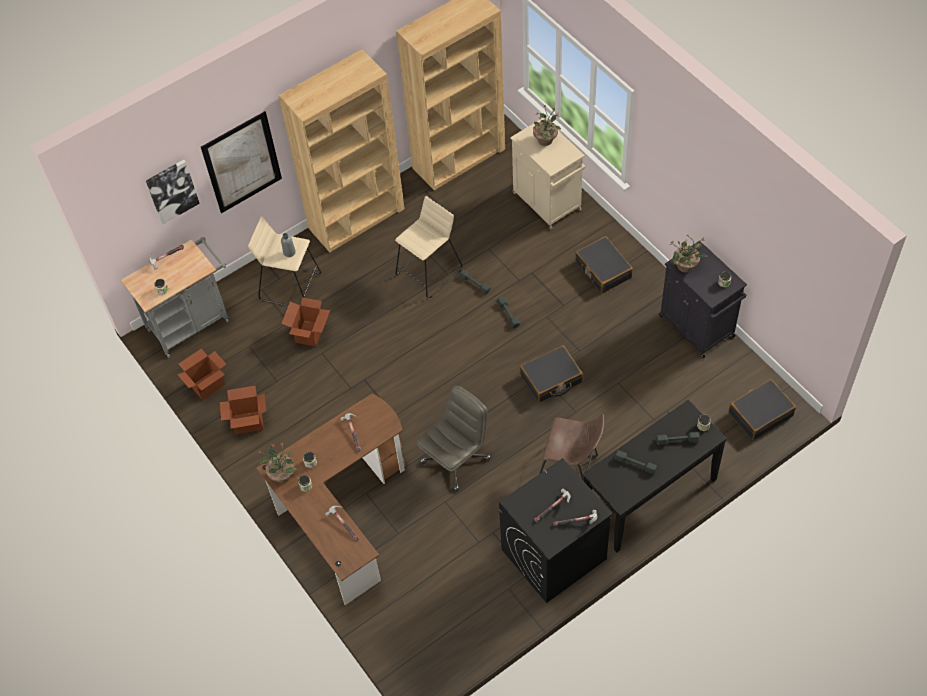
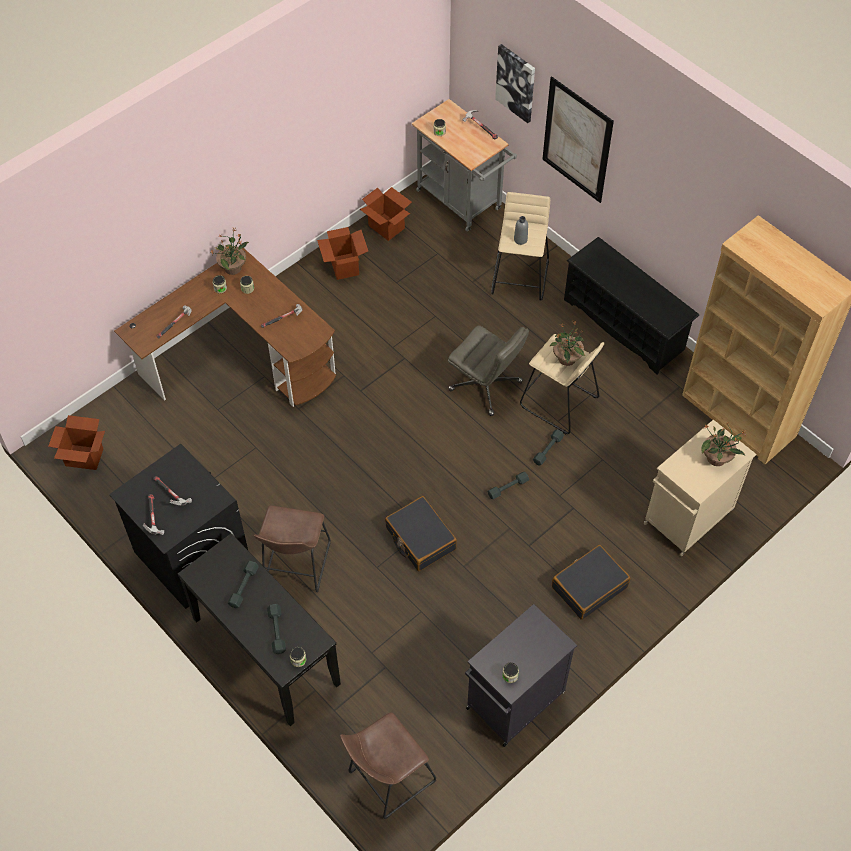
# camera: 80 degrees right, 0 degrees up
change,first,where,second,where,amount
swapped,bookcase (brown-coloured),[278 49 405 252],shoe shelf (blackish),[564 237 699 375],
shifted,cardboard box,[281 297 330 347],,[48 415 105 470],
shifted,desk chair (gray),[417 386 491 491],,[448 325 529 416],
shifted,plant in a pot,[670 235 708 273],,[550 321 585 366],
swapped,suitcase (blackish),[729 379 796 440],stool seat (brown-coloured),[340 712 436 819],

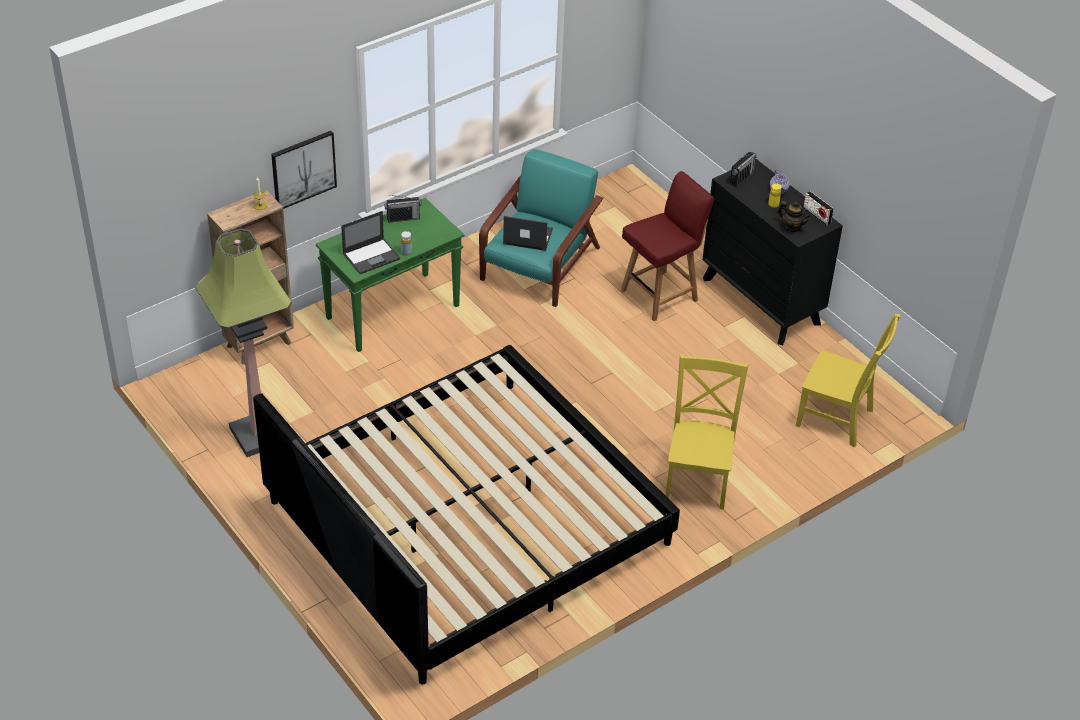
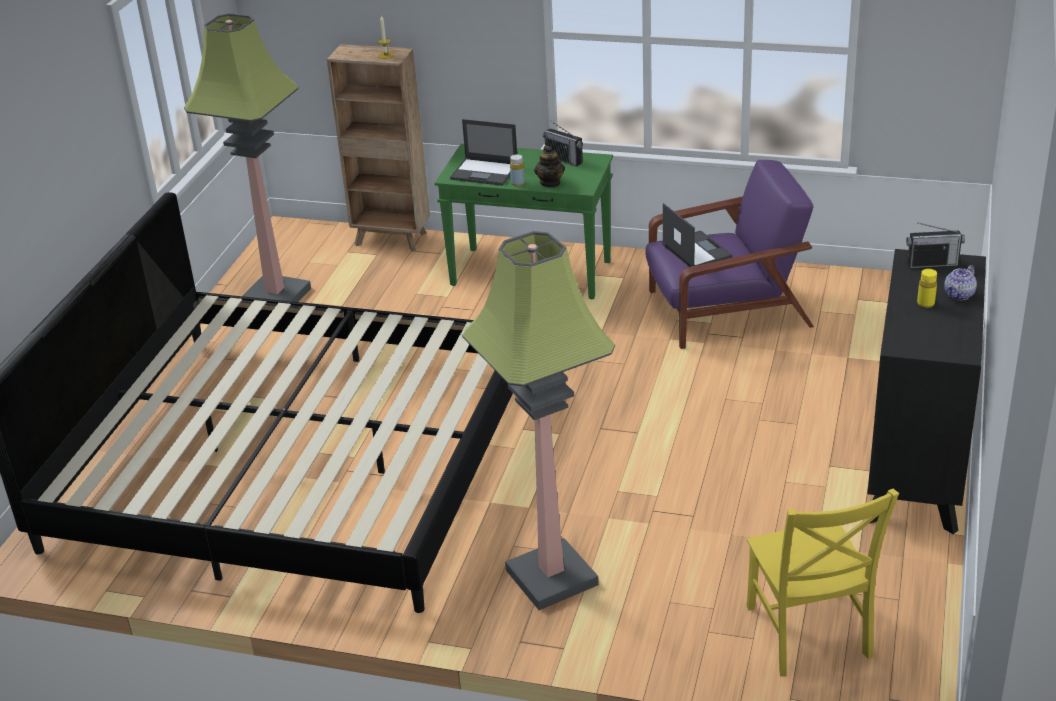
# camera: 55 degrees right, 10 degrees down
change,first,where,second,where,amount
gone,wall art,[271 131 337 209],,,
repainted,armchair (turquoise-coloured),[479 149 603 307],armchair (purplish),[645 159 814 349],
gone,chair (red),[621 171 715 321],,,
swapped,chair (yellow-coloured),[665 354 749 510],standing lamp,[462 231 615 610],
shifted,teapot,[777 201 811 232],,[534 145 565 187],
gone,radio,[803 191 834 226],,,

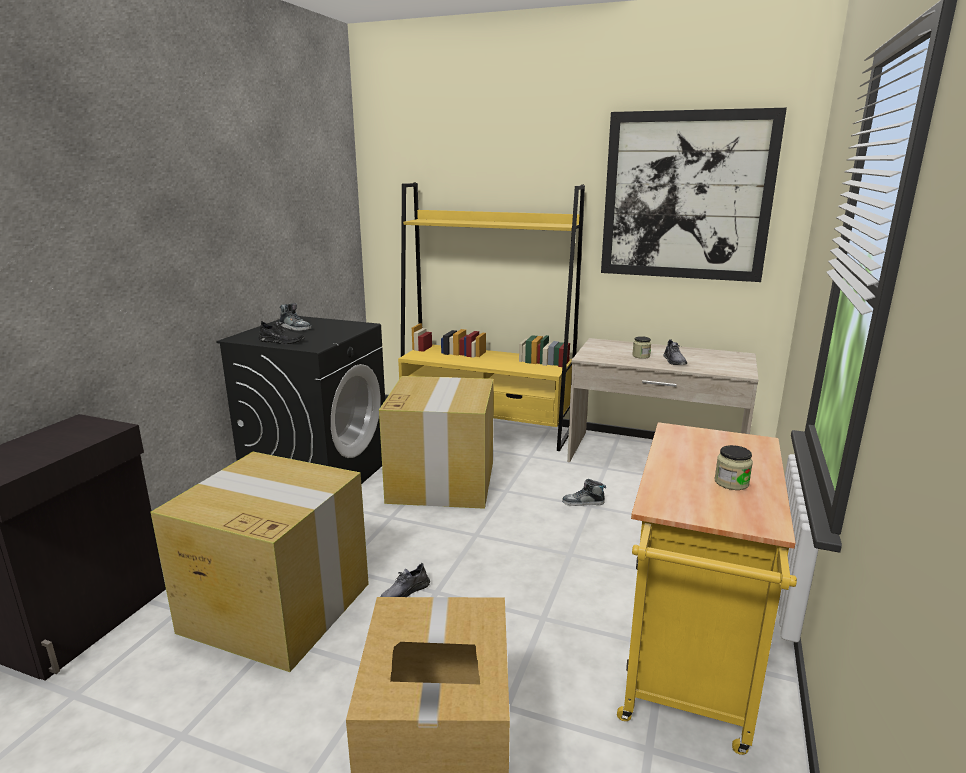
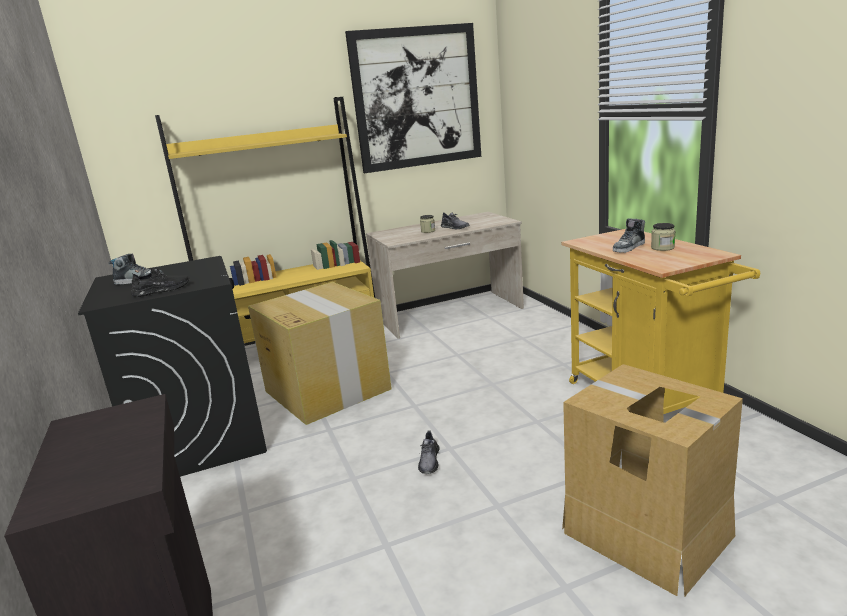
# camera: 40 degrees left, 0 degrees up
change,first,where,second,where,amount
gone,cardboard box,[151 452 369 672],,,
shifted,low shoe,[562 479 606 506],,[613 218 645 253],

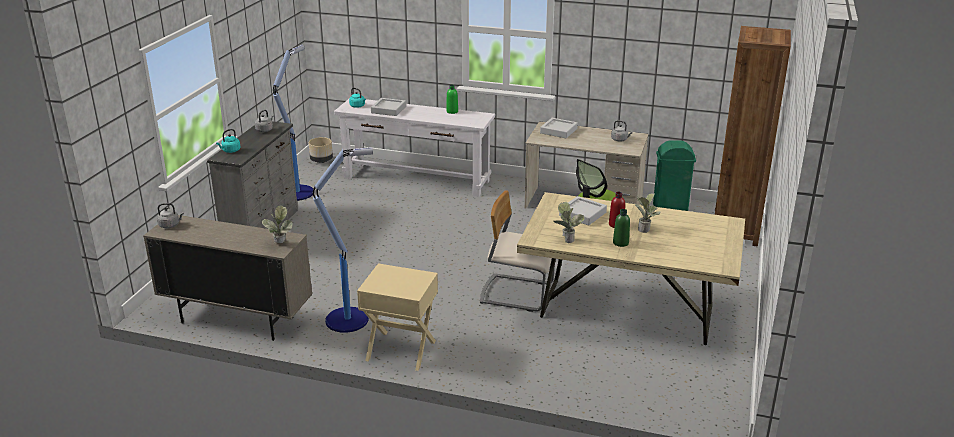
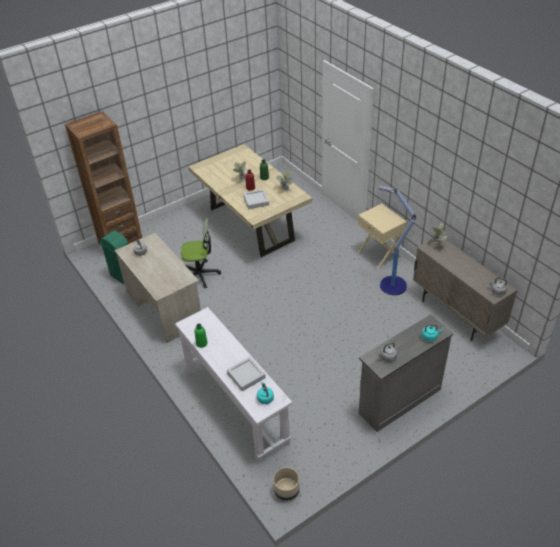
# camera: 140 degrees left, 15 degrees up
change,first,where,second,where,amount
gone,standing lamp,[273 45 313 201],,,
gone,chair (beige-coloured),[480 190 555 312],,,
gone,serving tray (gray),[540 118 578 138],,,

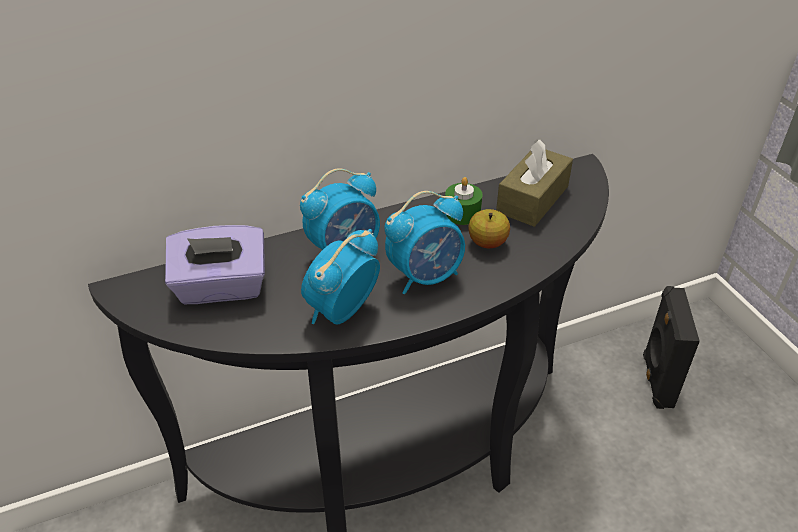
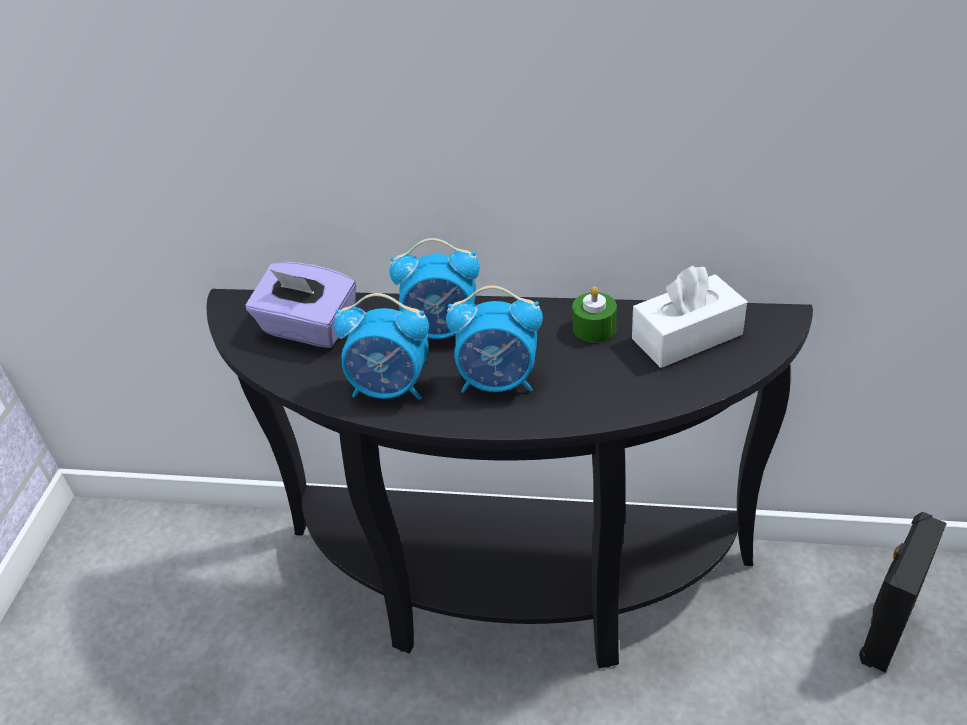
# camera: 35 degrees right, 0 degrees up
change,first,where,second,where,amount
rotated,alarm clock,[301 229 380 325],,[334 293 429 400],150 degrees counterclockwise
gone,apple fruit,[469 209 510 248],,,
repainted,box of tissues (brown-coloured),[496 139 573 227],box of tissues (white-coloured),[632 266 747 368],

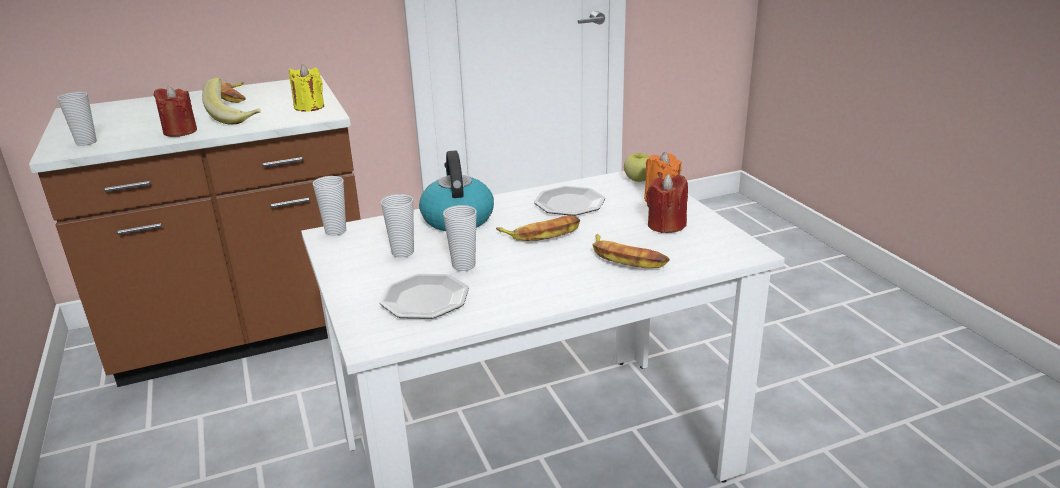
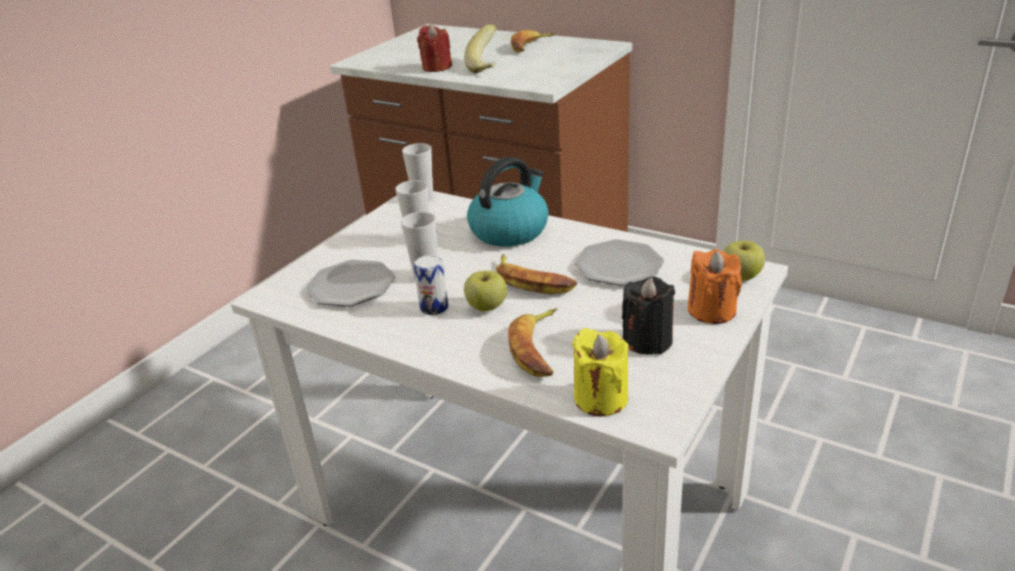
# camera: 55 degrees right, 5 degrees up
change,first,where,second,where,amount
gone,drinking cup,[57 92 97 146],,,
shifted,wax candle (yellow-coloured),[289 64 324 112],,[572 328 629 417],
repainted,wax candle (red),[646 174 688 233],wax candle (blackish),[622 277 675 355],
new,,,metal can,[414 255 448 315],
new,,,apple fruit,[464 270 507 311],

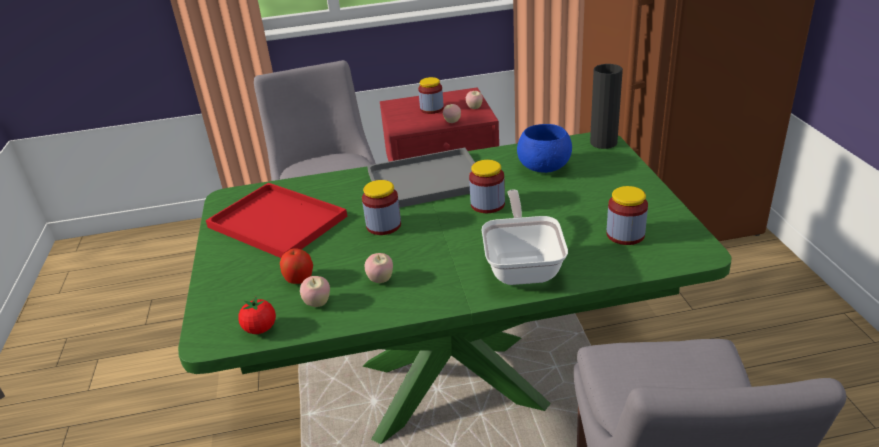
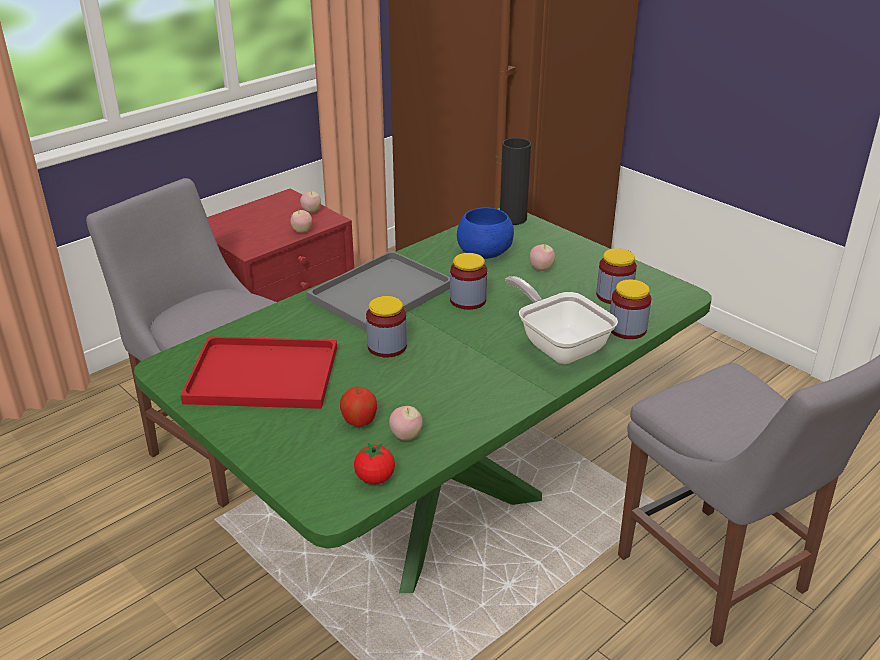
# camera: 35 degrees left, 0 degrees up
change,first,where,second,where,amount
shifted,apple fruit,[365 253 393 283],,[530 244 555 271],
shifted,jar,[418 77 444 114],,[610 280 651 339],

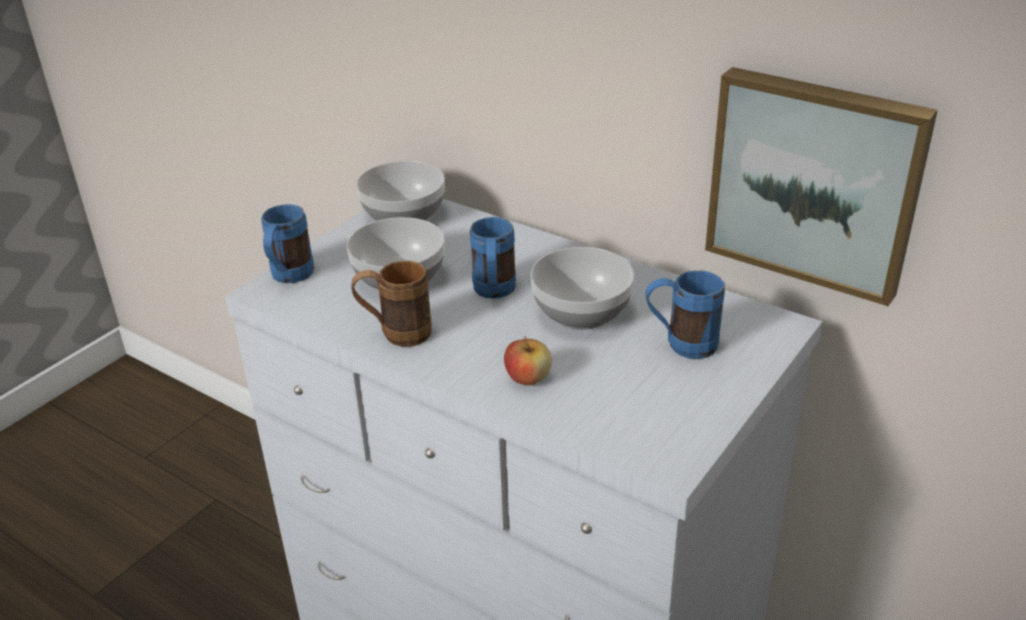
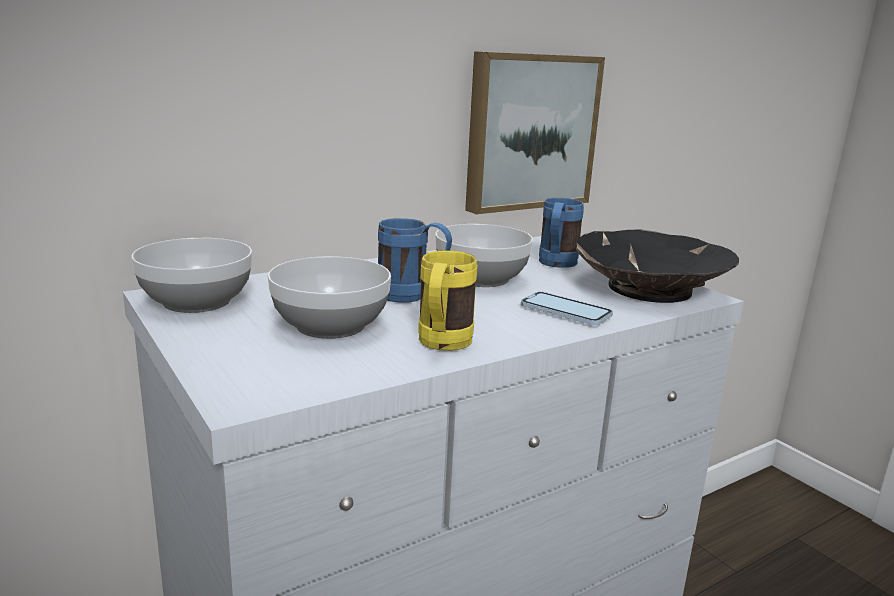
# camera: 70 degrees left, 15 degrees down
change,first,where,second,where,amount
gone,mug (bluish),[261 204 314 283],,,
repainted,mug (brown-coloured),[351 261 432 347],mug (yellow-coloured),[418 250 478 351],
swapped,apple fruit,[504 336 552 385],handset,[521 292 613 325],
new,,,serving bowl (blackish),[576 229 739 303],

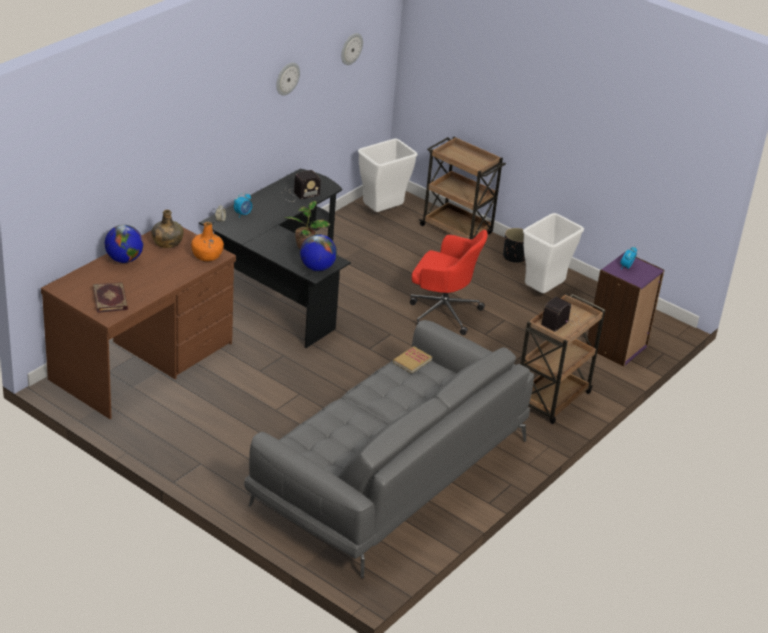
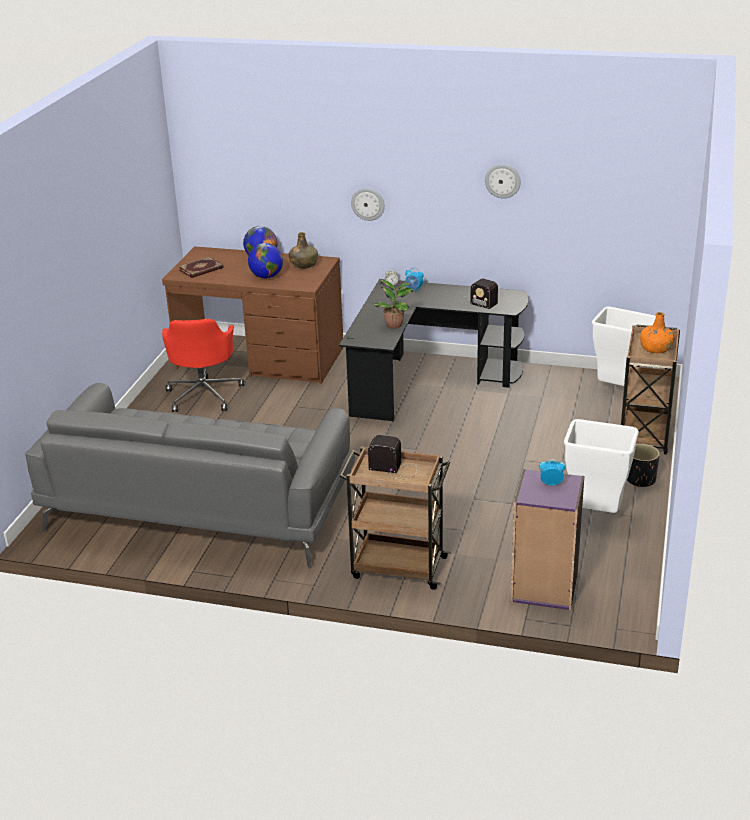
# camera: 70 degrees right, 5 degrees down
change,first,where,second,where,amount
shifted,bottle (orangey),[191 222 224 261],,[640 312 675 353],
shifted,globe,[300 234 337 271],,[248 243 283 278],
shifted,clock on the wall,[341 33 363 65],,[351 188 385 221],
gone,volume,[393 346 432 374],,,
shifted,desk chair (red),[410 230 488 335],,[162 319 244 412],

